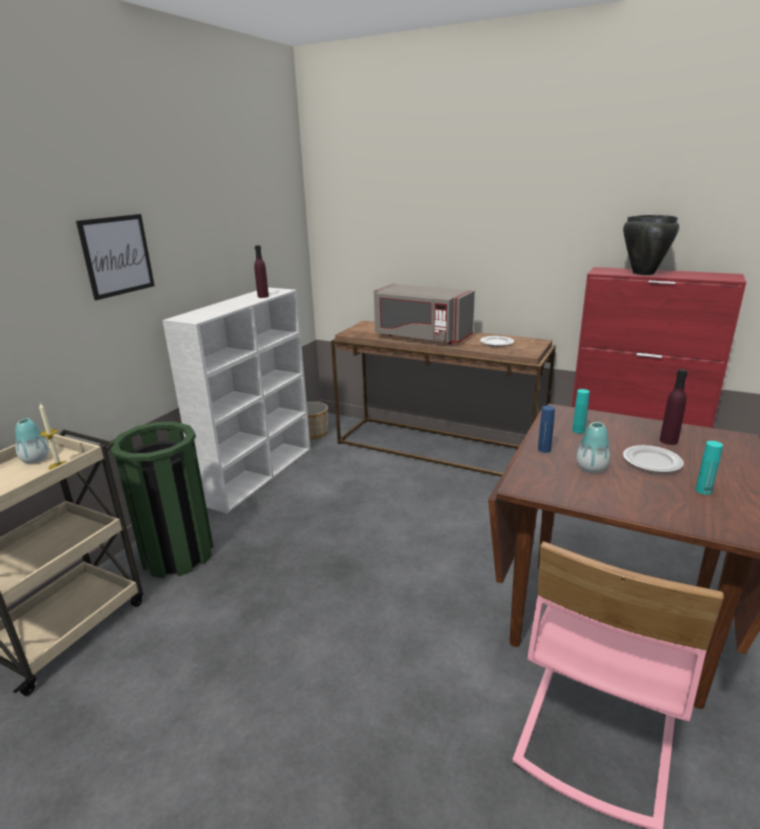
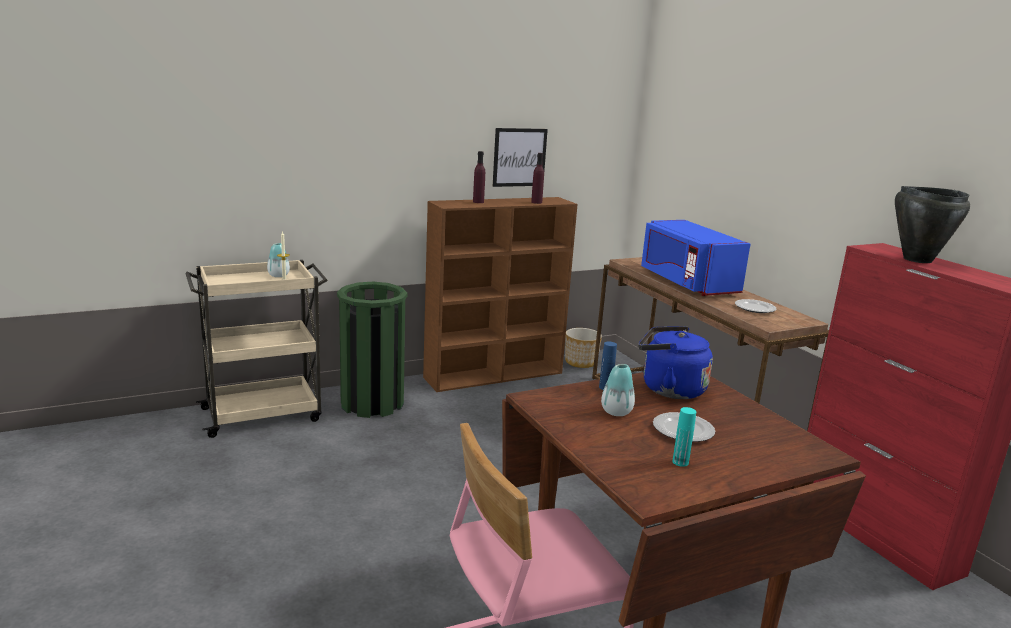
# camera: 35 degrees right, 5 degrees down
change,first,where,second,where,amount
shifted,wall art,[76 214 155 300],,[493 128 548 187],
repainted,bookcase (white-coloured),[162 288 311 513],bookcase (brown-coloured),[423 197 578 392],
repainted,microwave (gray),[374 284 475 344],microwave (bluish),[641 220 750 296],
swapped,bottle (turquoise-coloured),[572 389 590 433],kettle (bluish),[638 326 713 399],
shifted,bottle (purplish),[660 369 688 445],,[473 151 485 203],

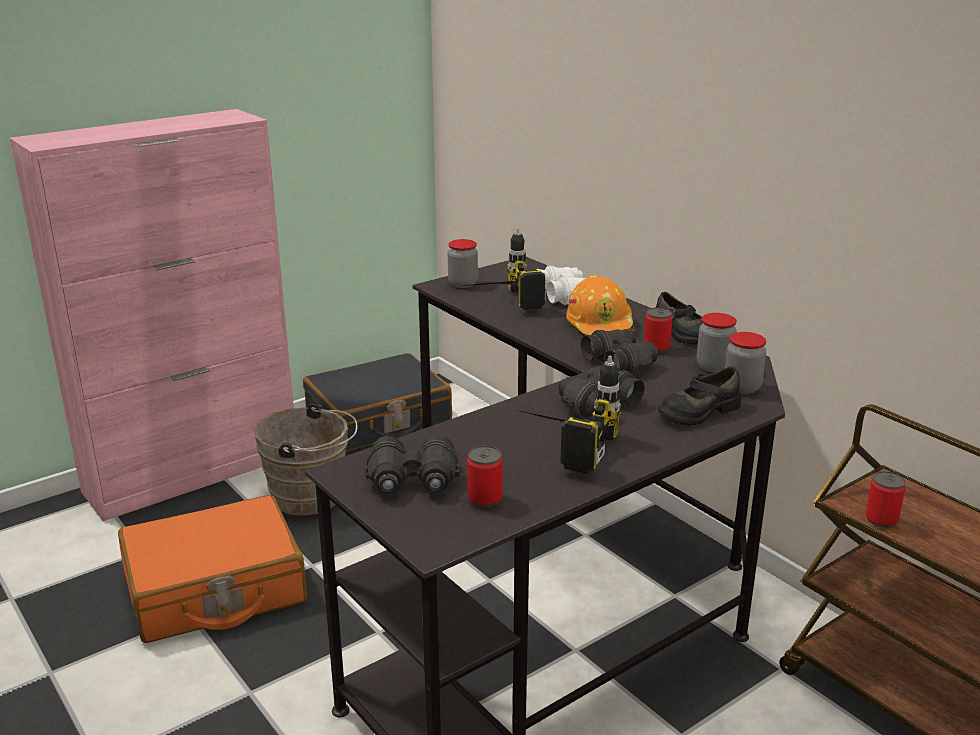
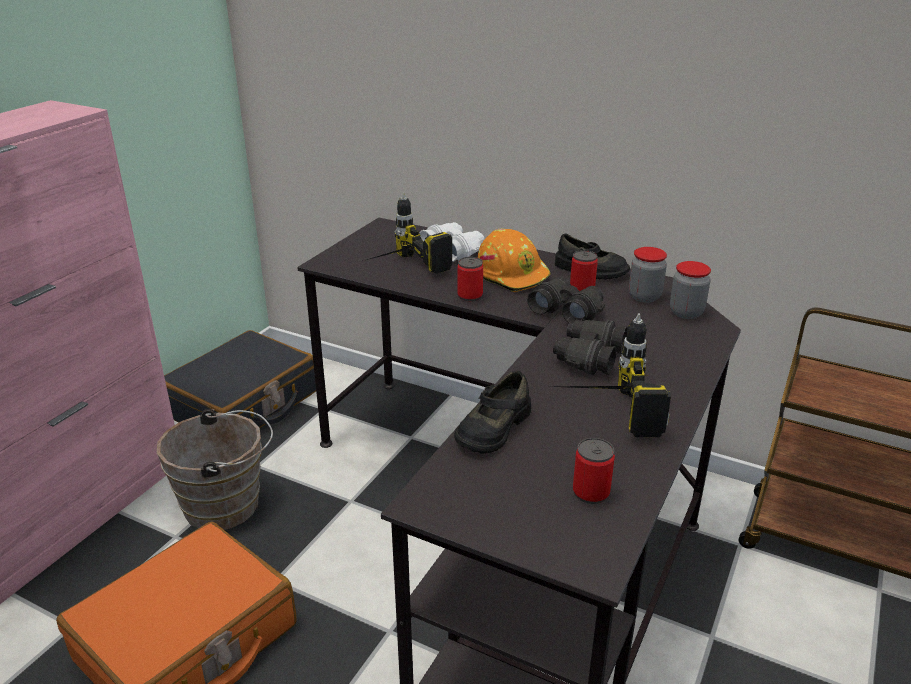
# camera: 25 degrees left, 5 degrees up
change,first,where,second,where,amount
gone,pair of binoculars (blackish),[364 435 461 494],,,
gone,jar,[448 239 478 288],,,
shifted,low shoe (blackish),[658 366 741 426],,[454 370 531 454],
shifted,metal can,[865 471 906 528],,[457 257 483 302],

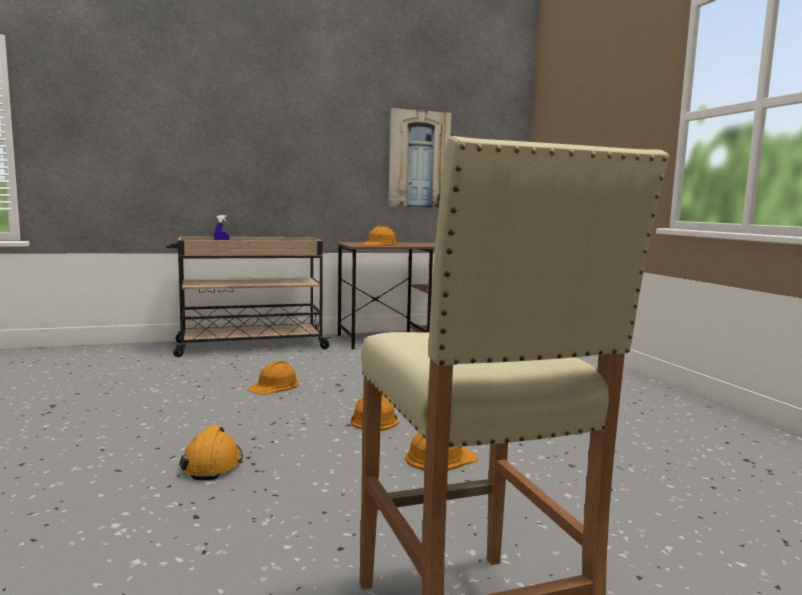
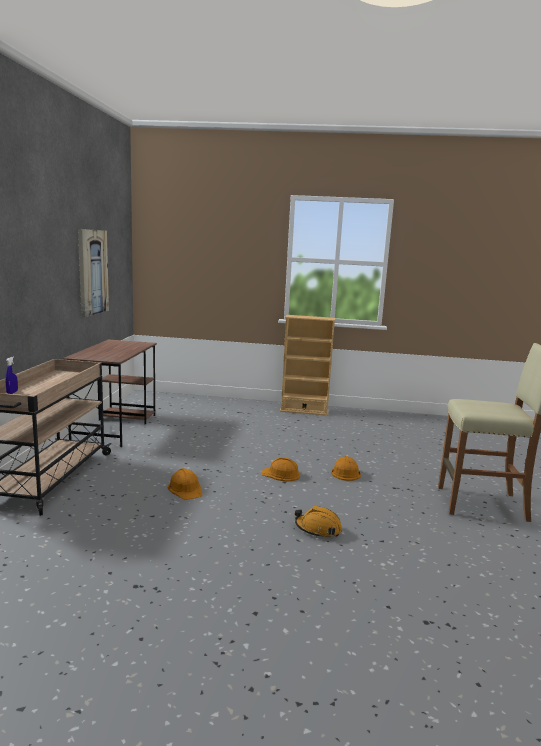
# camera: 65 degrees left, 5 degrees up
change,first,where,second,where,amount
gone,work helmet (orangey),[360 226 398 246],,,
new,,,bookcase (beige-coloured),[280 315 336 416],

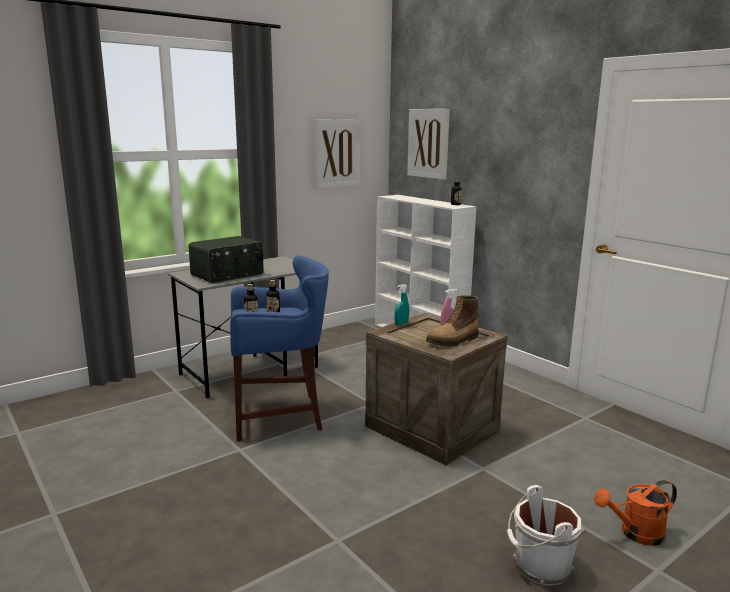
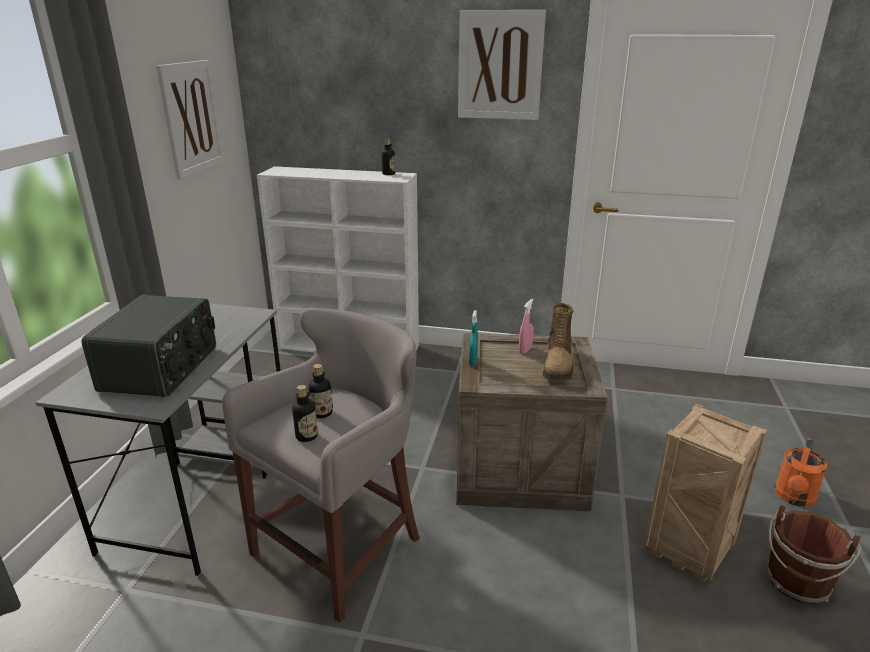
# camera: 40 degrees left, 10 degrees up
change,first,where,second,where,amount
repainted,stool seat (bluish),[230 255 329 441],stool seat (gray),[222 308 420 623],
shifted,wall art,[407 109 450 180],,[458 10 546 120],
repainted,bucket (white-coloured),[507 485 584 586],bucket (brown-coloured),[767 505 861 604],
new,,,packing crate,[644 404 767 582],

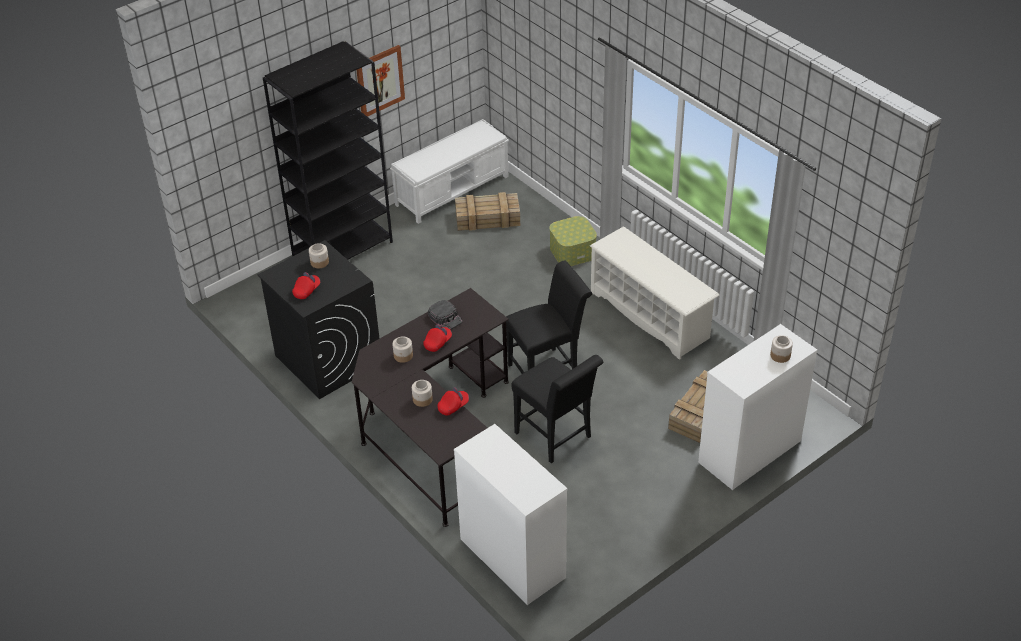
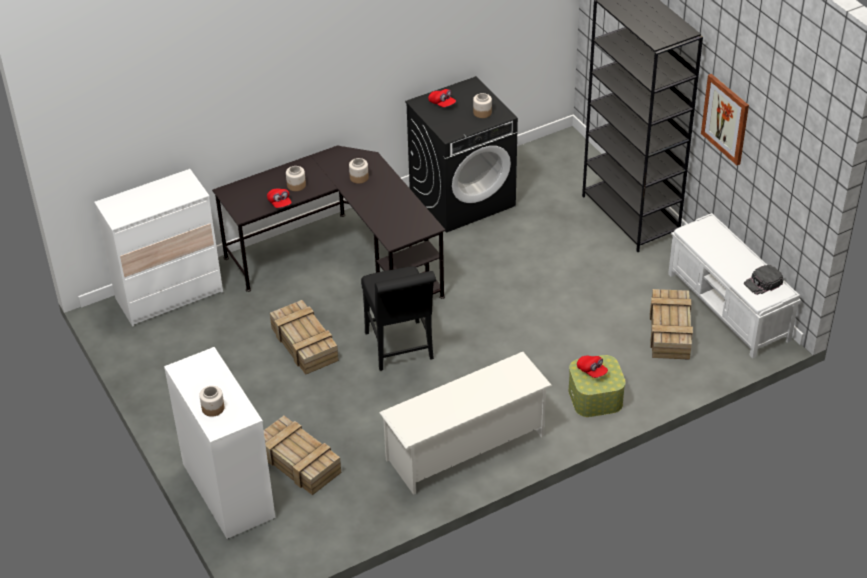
# camera: 100 degrees right, 0 degrees up
change,first,where,second,where,amount
shifted,baseball cap (red),[423 324 452 352],,[577 356 608 378],
shifted,baseball cap (blackish),[428 300 463 330],,[744 265 784 295],
swapped,chair (blackish),[511 355 604 463],packing crate,[270 300 339 375],

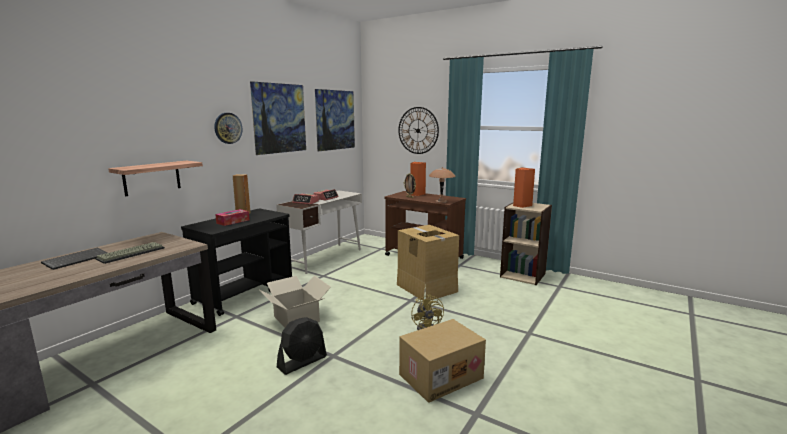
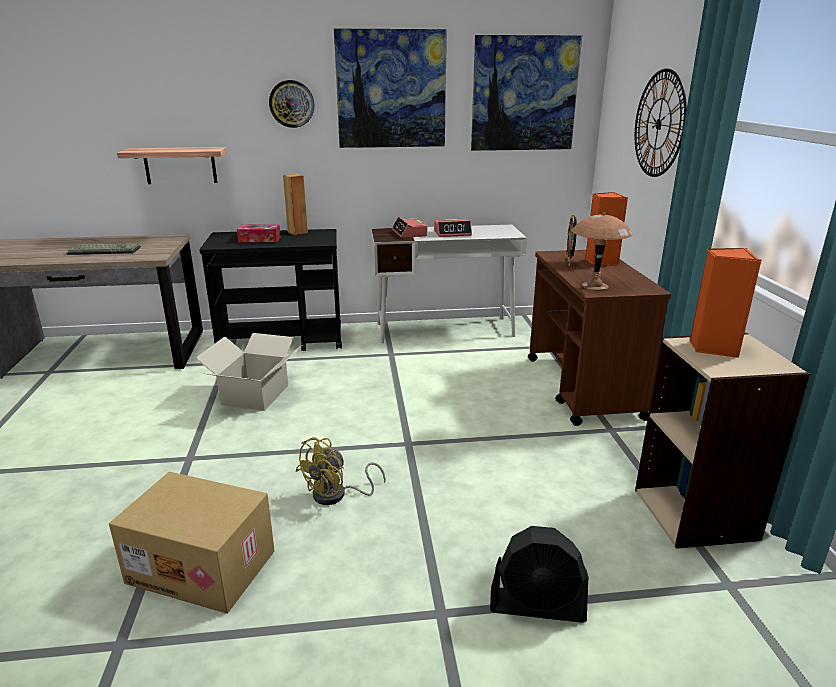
# camera: 50 degrees right, 10 degrees up
change,first,where,second,where,amount
gone,PC keyboard,[41 248 108 270],,,
shifted,electric fan (blackish),[277 317 327 375],,[490 526 588 623],
gone,cardboard box,[397 225 459 301],,,

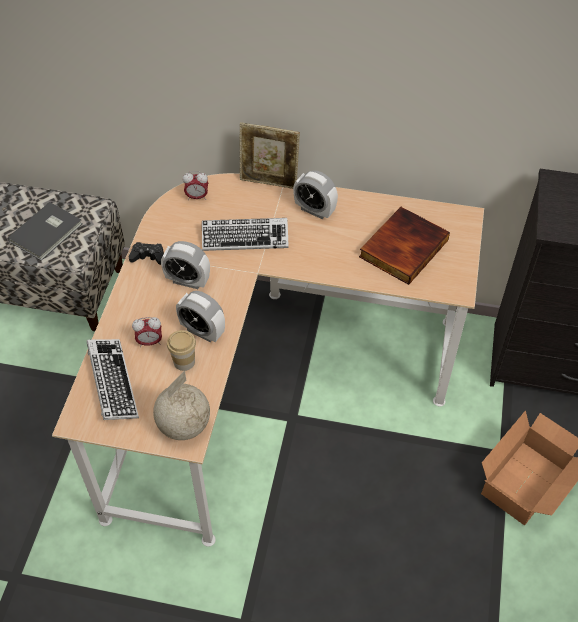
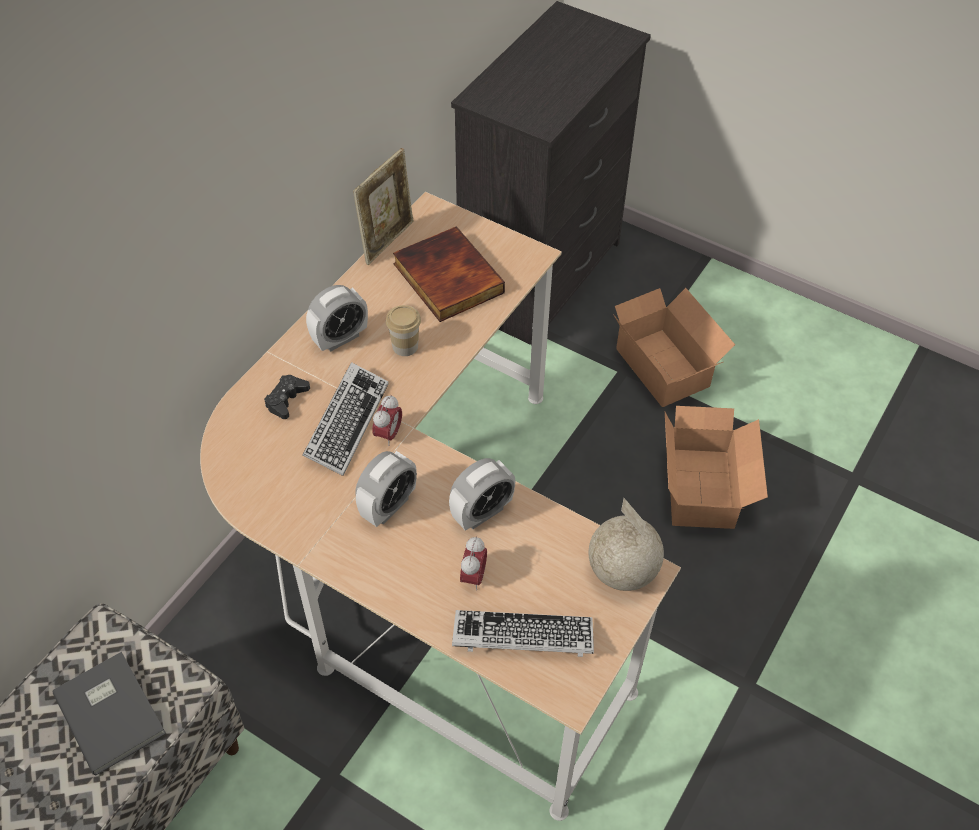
# camera: 70 degrees left, 0 degrees up
change,first,where,second,where,amount
shifted,game controller (blackish),[129 242 164 265],,[264 375 310 419],
shifted,drinking cup,[167 330 196 371],,[386 305 421 356],
shifted,alarm clock,[183 171 208 200],,[372 395 402 446],
shifted,photo frame,[240 122 300 189],,[353 148 413 265],
new,,,cardboard box,[665 406 768 529],

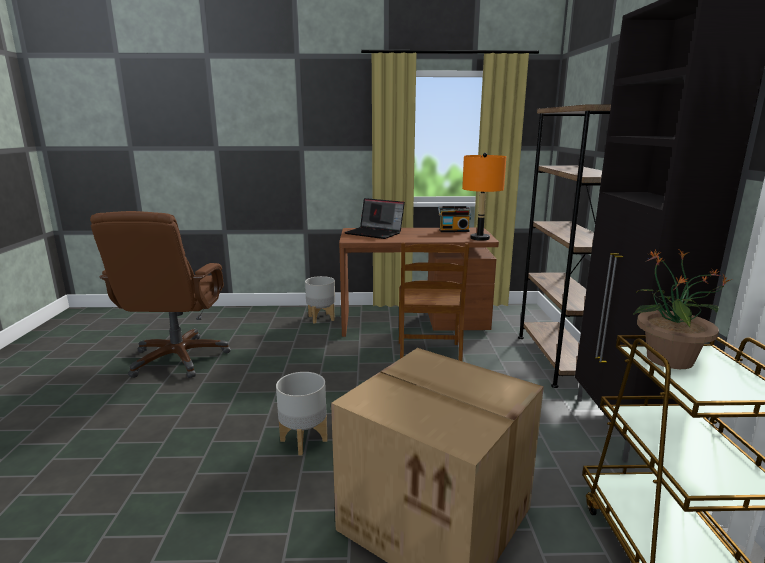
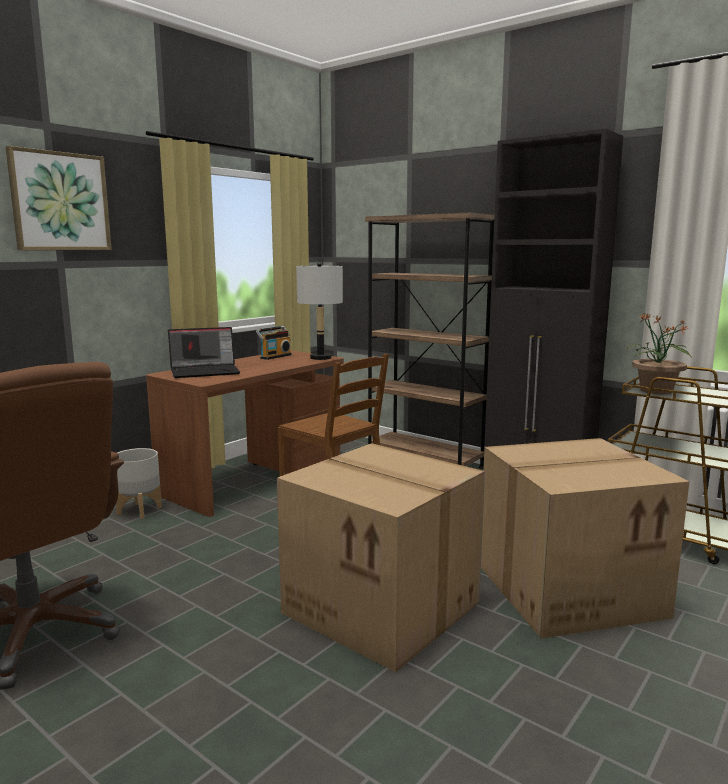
# camera: 50 degrees left, 5 degrees down
change,first,where,second,where,amount
swapped,flower pot (gray),[276 372 328 456],cardboard box,[277 443 485 672],
repainted,tabletop lamp (orangey),[462 153 506 241],tabletop lamp (gray),[296 262 343 360],
new,,,wall art,[6 146 112 250],

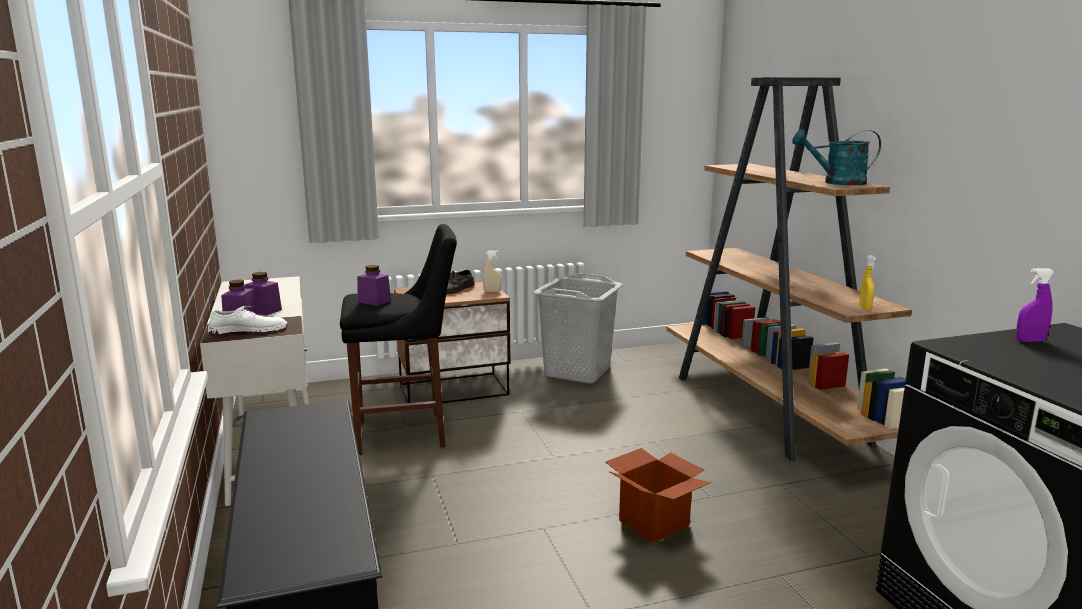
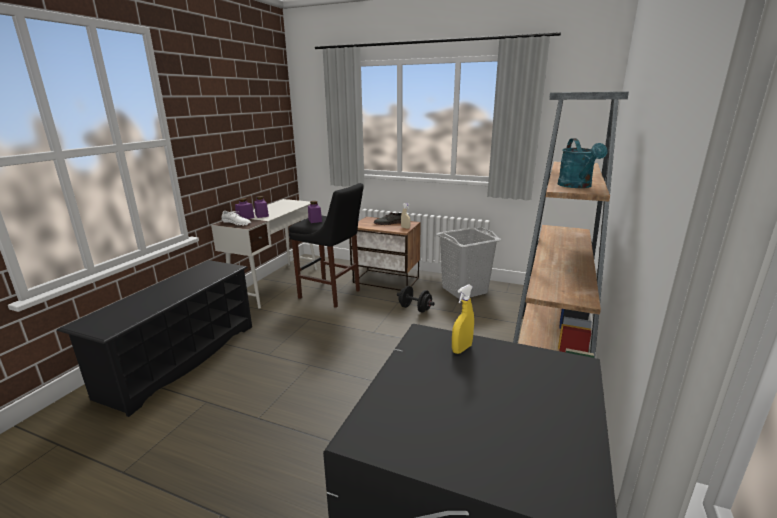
# camera: 40 degrees right, 5 degrees up
change,first,where,second,where,amount
gone,cardboard box,[606 448 711 543],,,
rotated,watering pot (turquoise-coloured),[792 129 881 185],,[557 138 608 188],135 degrees counterclockwise
shifted,sprayer (yellow-coloured),[859 255 876 310],,[452 284 474 354],
gone,sprayer (purplish),[1016 268 1054 342],,,
new,,,free weight (blackish),[397 286 435 313],

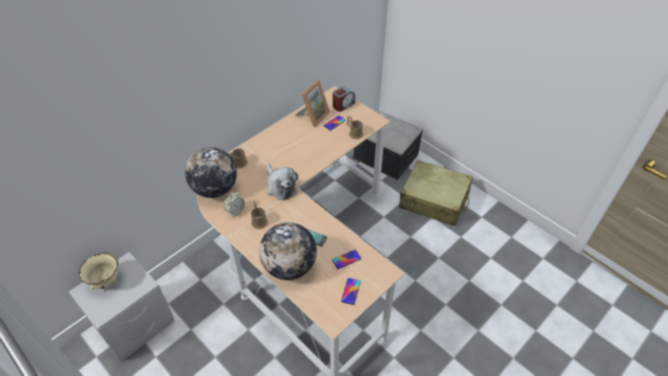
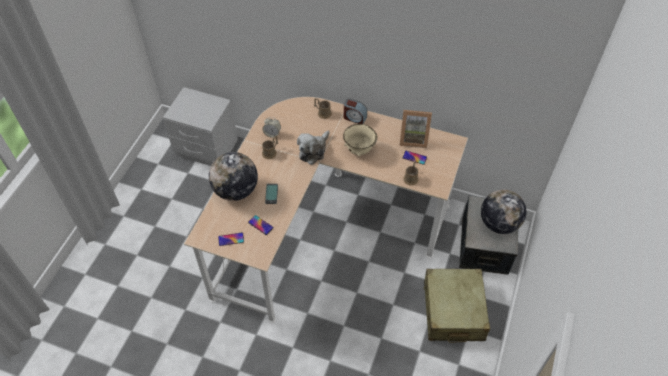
# camera: 65 degrees right, 5 degrees up
change,first,where,second,where,amount
shifted,serving bowl (beige-coloured),[79 253 119 290],,[343 124 378 156],
shifted,globe,[185 147 237 198],,[481 190 527 234],
shifted,alarm clock,[333 87 355 112],,[344 99 367 124],

